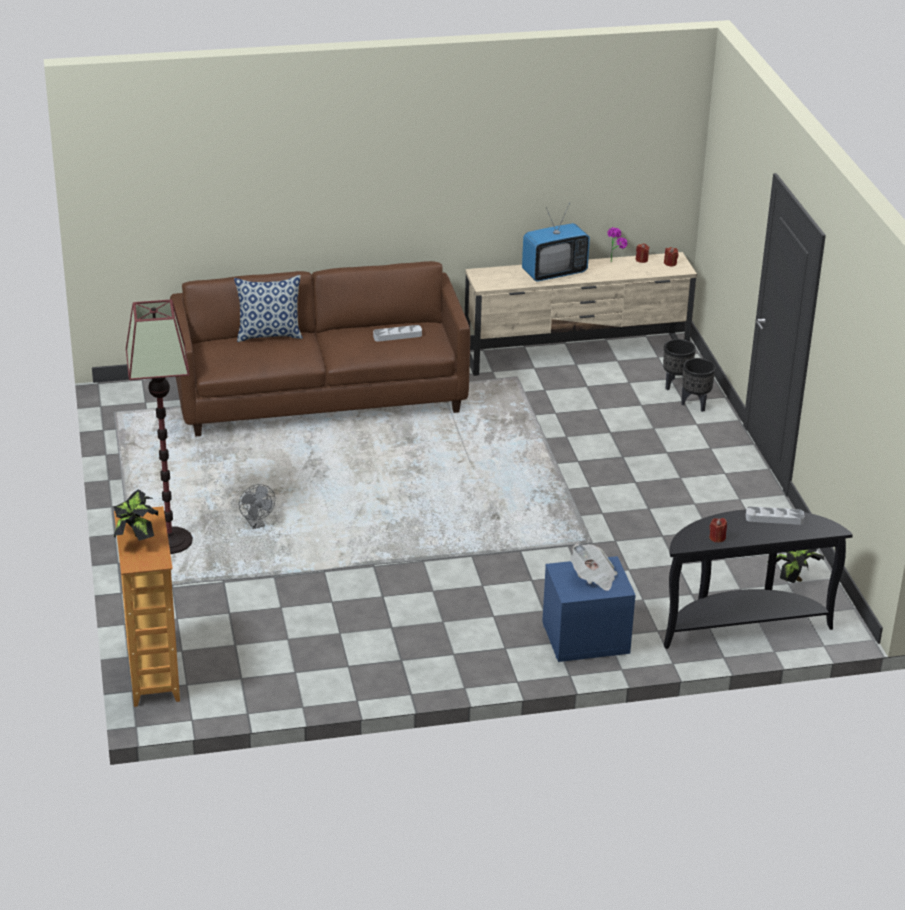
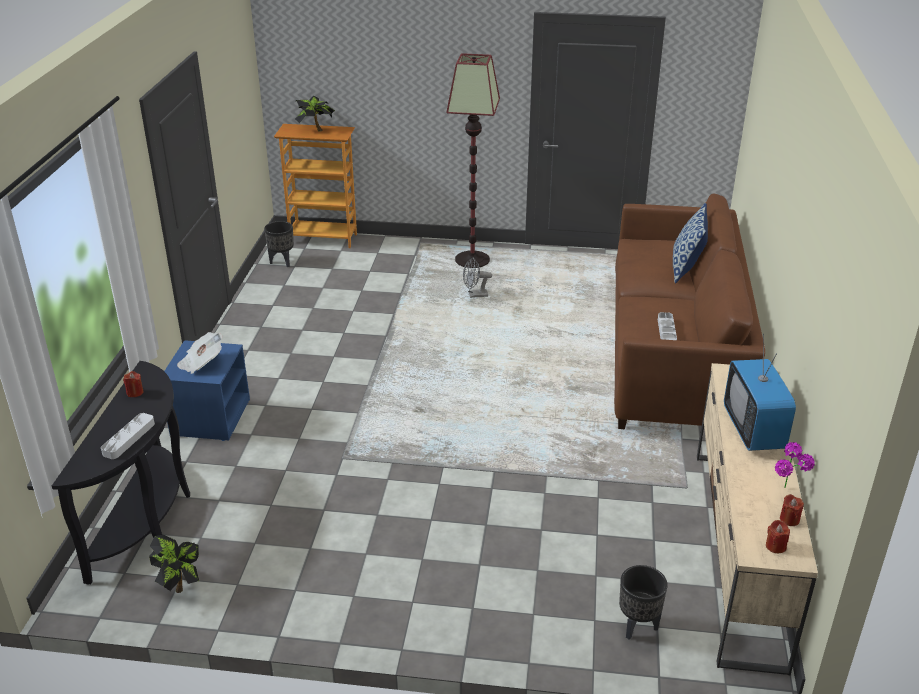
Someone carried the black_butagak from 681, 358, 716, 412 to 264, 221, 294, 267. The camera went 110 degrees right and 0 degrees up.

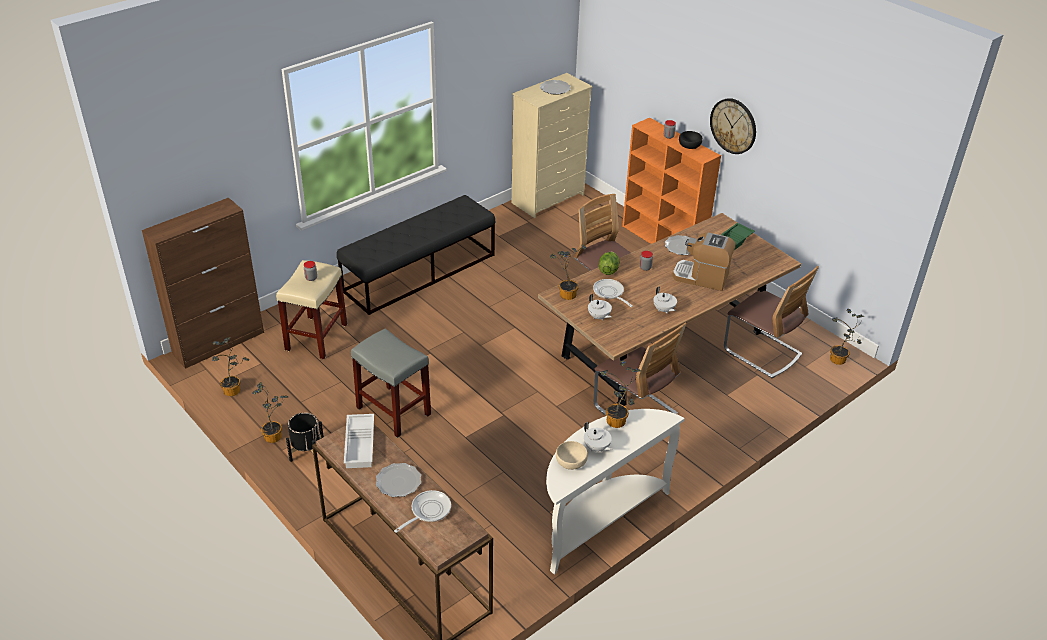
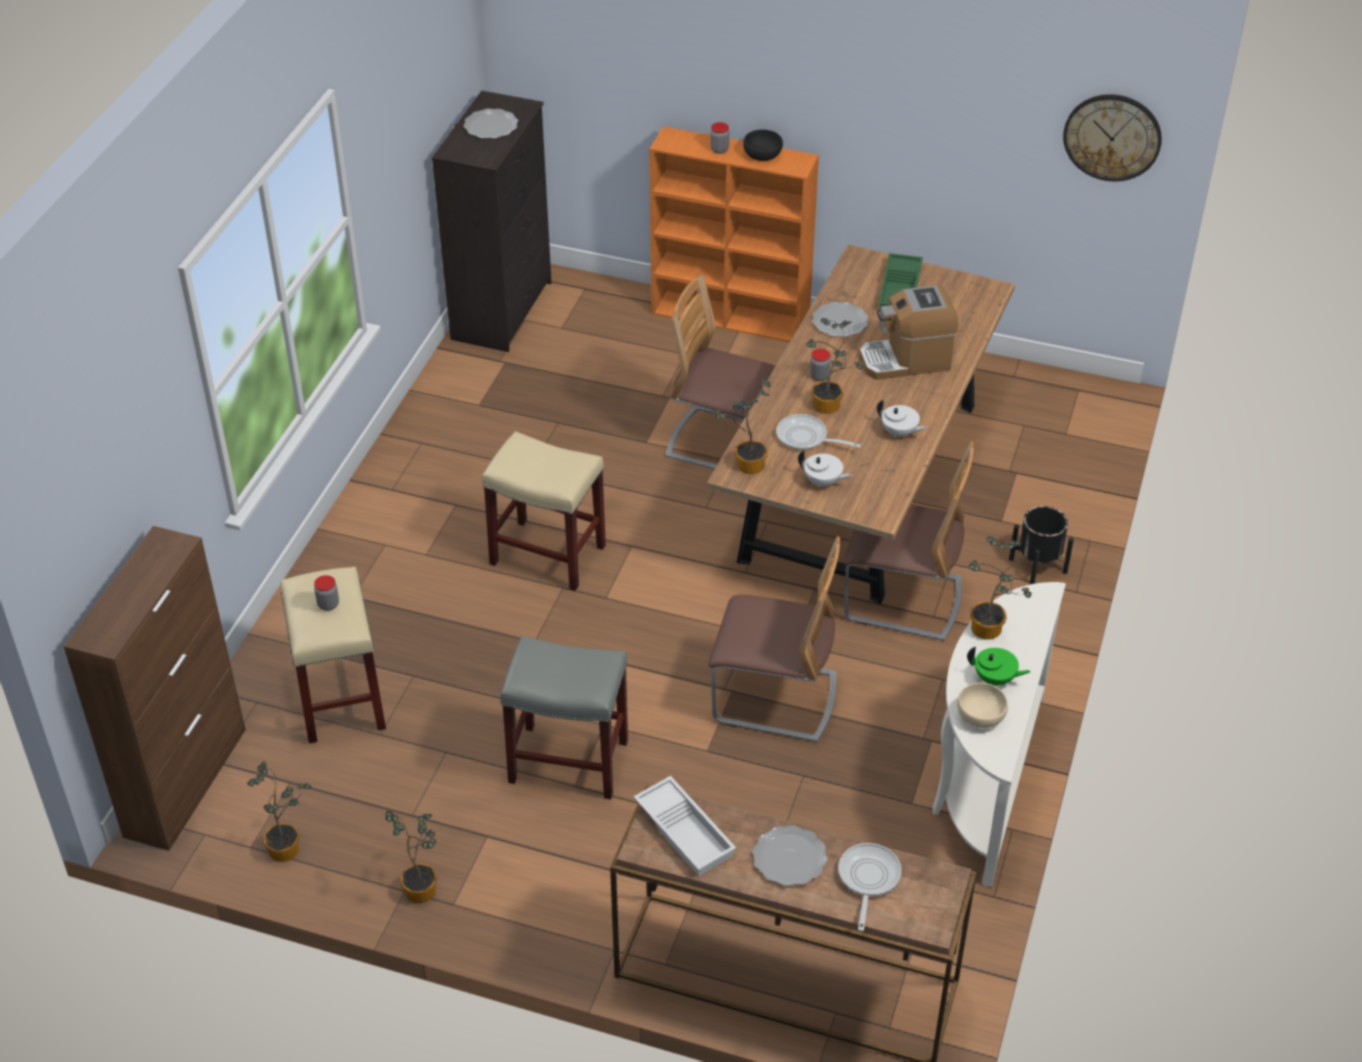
Someone repainted the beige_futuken at 512, 73, 592, 218, which became the black_futuken at 432, 90, 552, 352. Someone carried the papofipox from 710, 98, 756, 154 to 1063, 94, 1162, 181. Someone took away the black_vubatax at 337, 195, 495, 315. Someone took away the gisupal at 599, 252, 619, 275. Someone carried the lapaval from 724, 266, 819, 378 to 708, 536, 840, 742. Someone carried the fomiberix from 830, 309, 865, 365 to 806, 318, 864, 414. Someone carried the black_butagak from 286, 413, 324, 462 to 1009, 506, 1074, 584. Someone repainted the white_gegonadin at 584, 422, 613, 452, which became the green_gegonadin at 967, 647, 1031, 685. Someone put down the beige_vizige at 482, 431, 606, 592. The camera went 30 degrees left and 5 degrees up.

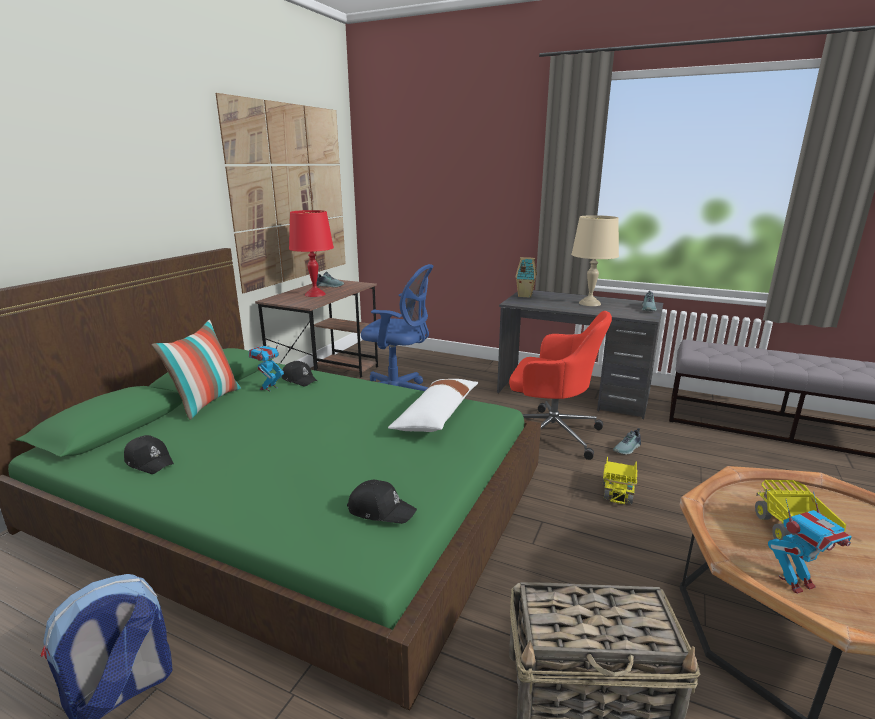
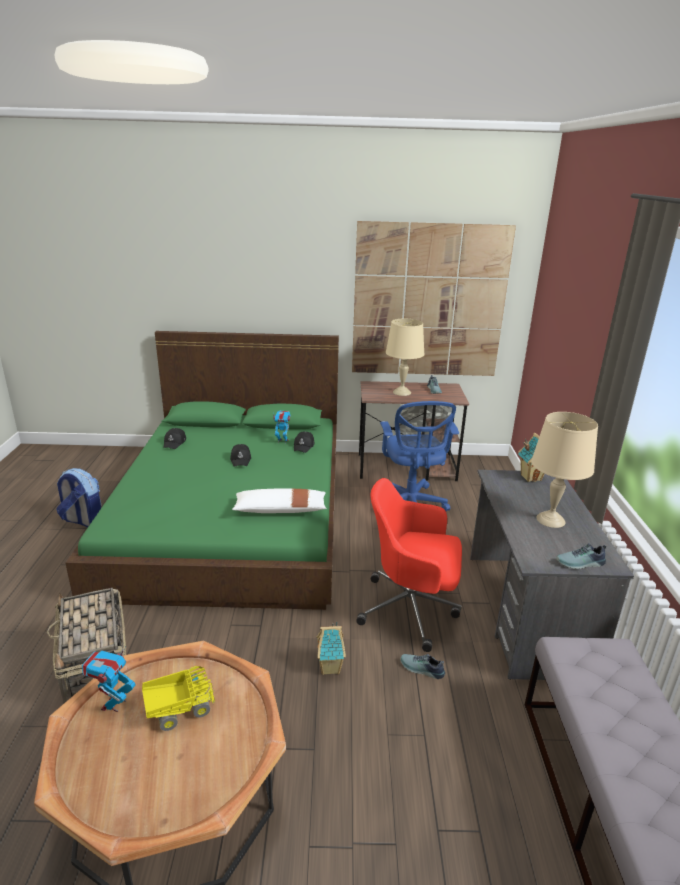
Someone repainted the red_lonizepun at 289, 210, 334, 297, which became the beige_lonizepun at 386, 319, 425, 396. Someone rotated the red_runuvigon at 509, 311, 612, 460 by 105 degrees clockwise. Someone took away the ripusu at 151, 320, 241, 420. Someone swapped the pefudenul at 603, 457, 637, 504 for the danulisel at 316, 621, 346, 675. Someone carried the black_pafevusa from 347, 480, 417, 524 to 230, 444, 251, 467. Someone rotated the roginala at 768, 491, 852, 594 by 60 degrees clockwise. The camera went 65 degrees right and 5 degrees up.

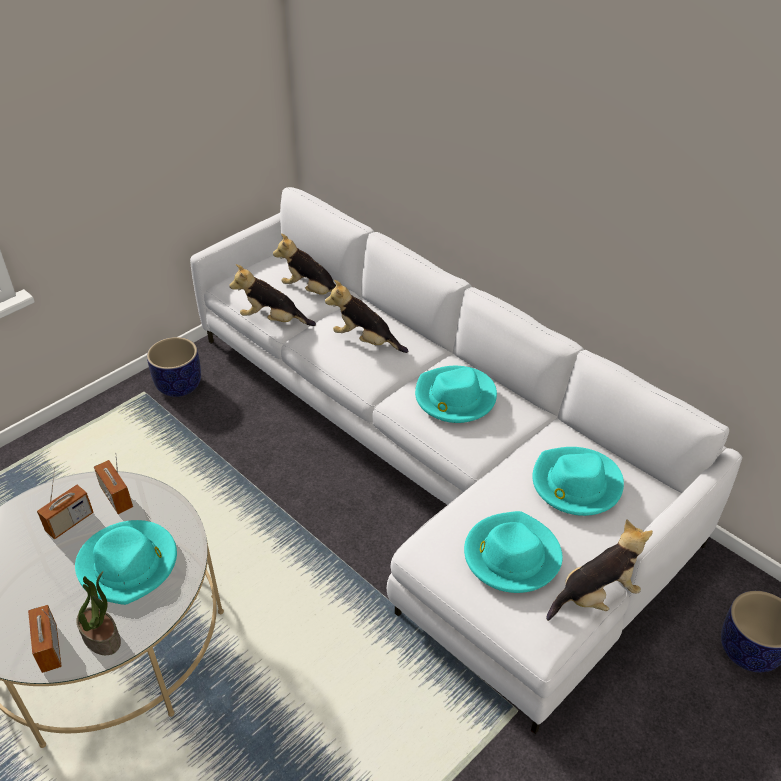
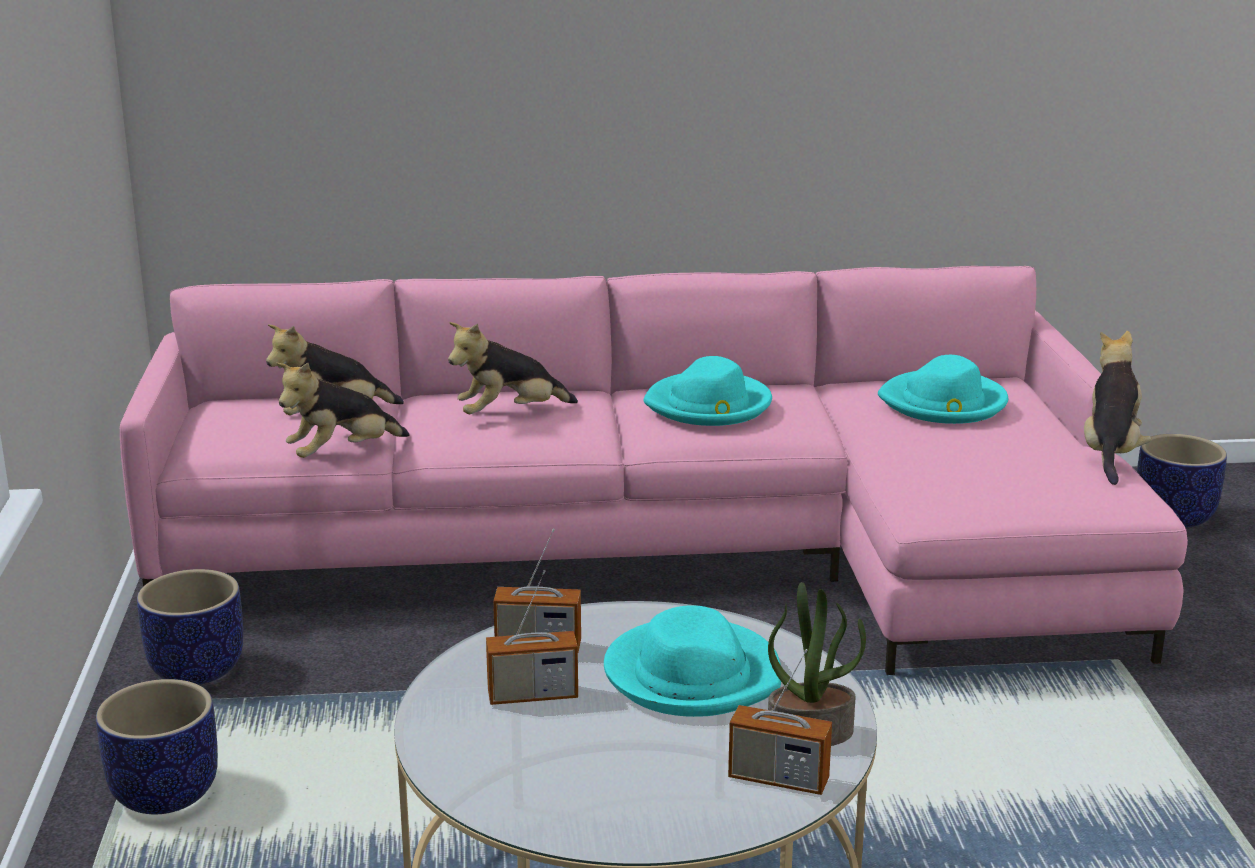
Someone repainted the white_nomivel at 190, 187, 742, 734, which became the pink_nomivel at 120, 266, 1188, 675. Someone rotated the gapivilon at 37, 467, 94, 540 by 90 degrees clockwise. Someone took away the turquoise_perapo at 464, 511, 563, 593. Someone put down the butagak at 96, 679, 218, 814. The camera went 50 degrees left and 20 degrees down.

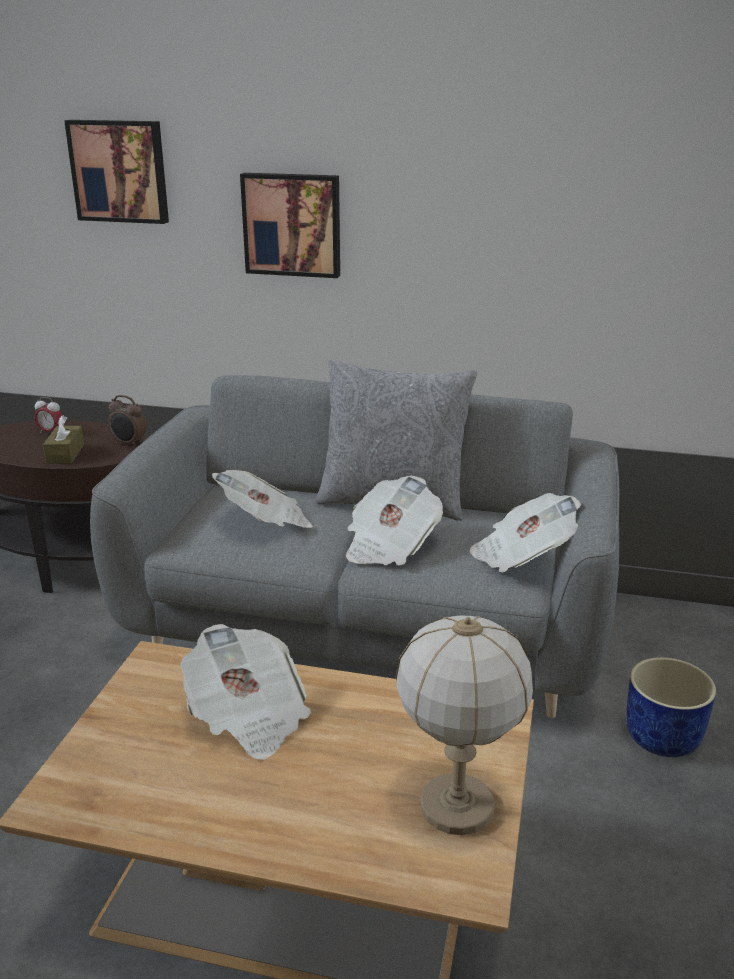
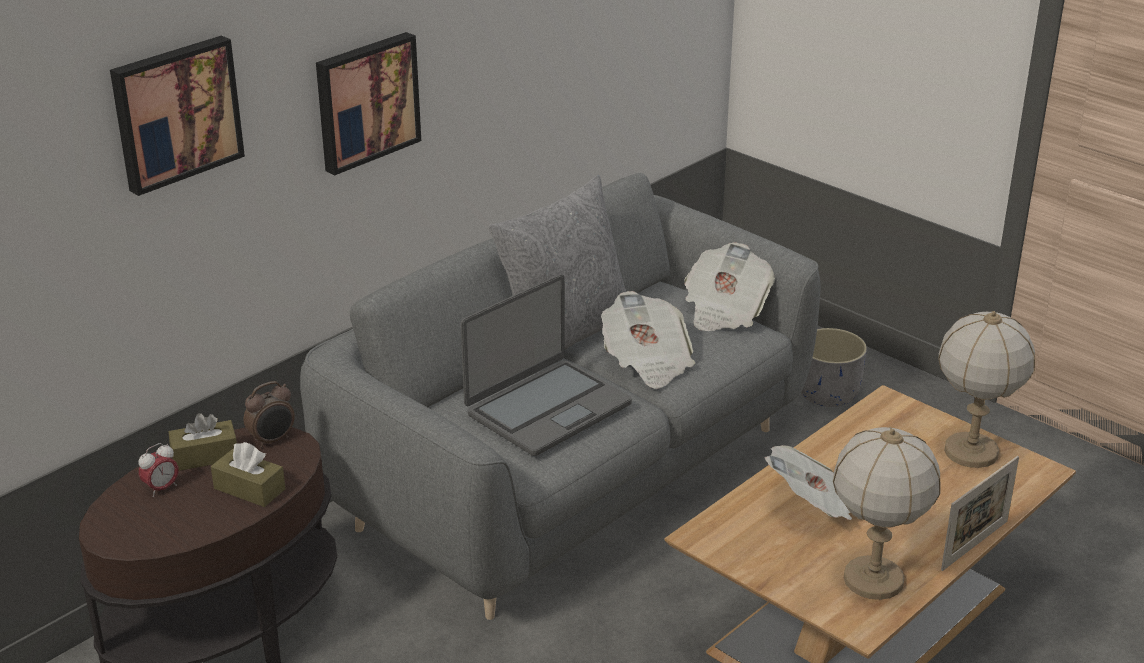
Someone swapped the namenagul at 212, 470, 313, 528 for the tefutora at 461, 274, 632, 456. Someone repainted the blue_butagak at 626, 657, 716, 757, which became the grey_butagak at 801, 328, 867, 407. Someone put down the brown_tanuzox at 169, 413, 237, 471. Someone put down the lonizepun at 833, 427, 941, 600. Someone put down the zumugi at 941, 456, 1019, 571. The camera went 60 degrees left and 5 degrees up.

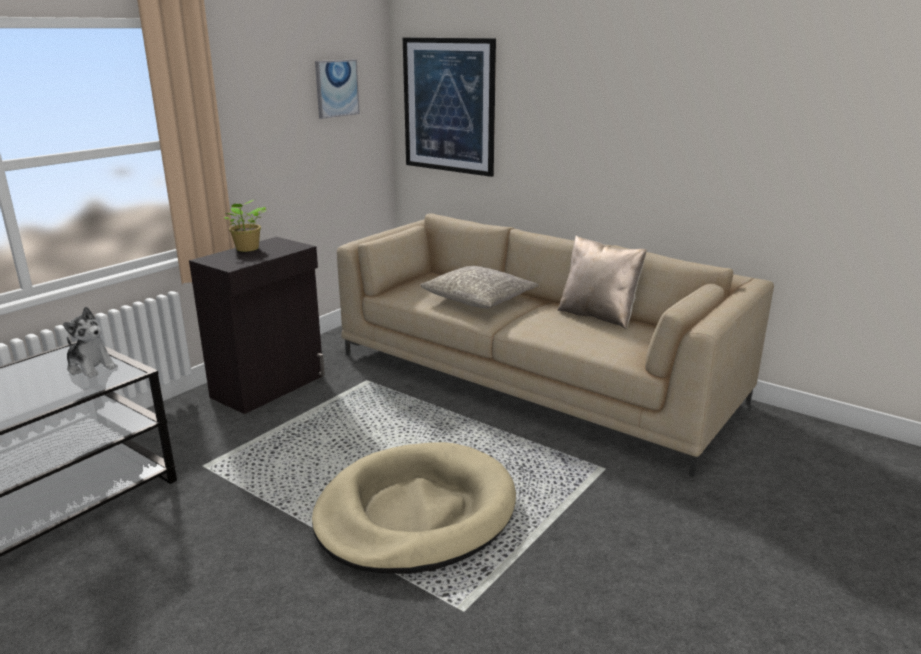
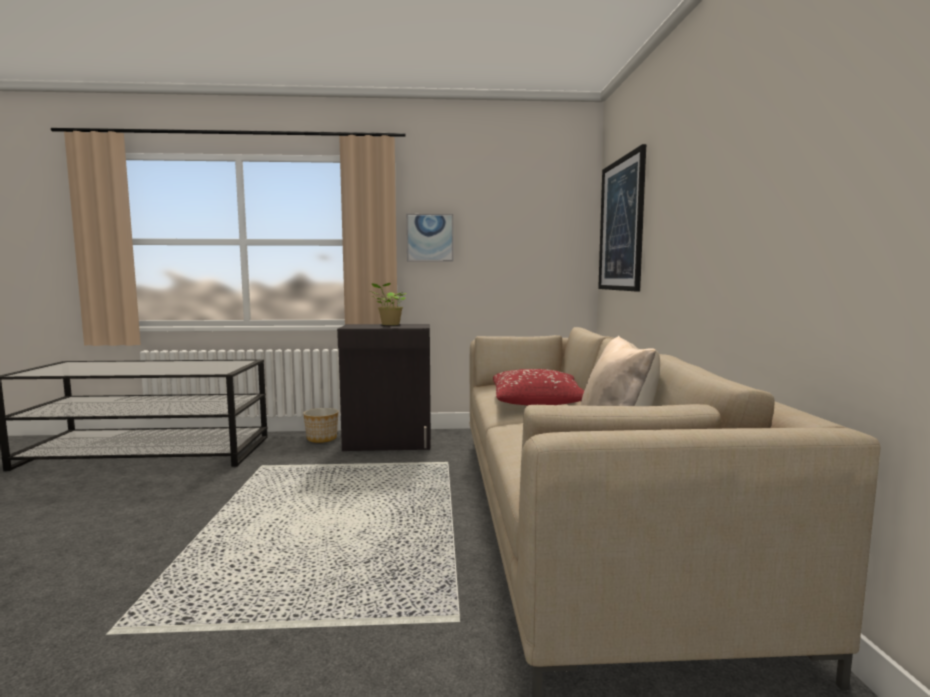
Someone carried the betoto from 315, 59, 360, 119 to 406, 214, 454, 262. Someone repainted the grey_ripusu at 421, 266, 539, 308, which became the red_ripusu at 493, 369, 584, 405. Someone took away the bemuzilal at 63, 307, 118, 378. Someone took away the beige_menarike at 312, 442, 516, 574. Someone put down the butagak at 303, 408, 338, 443. The camera went 50 degrees right and 15 degrees down.

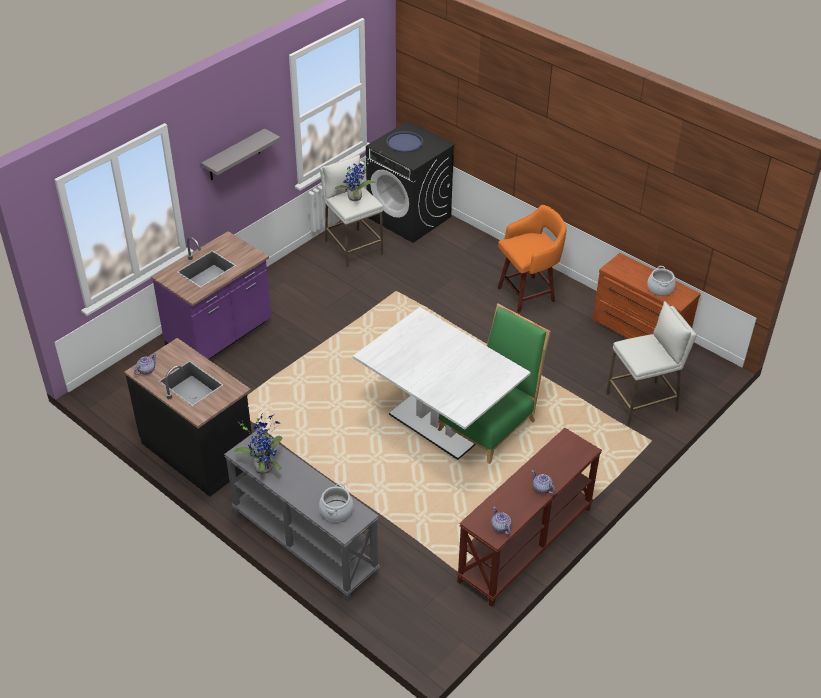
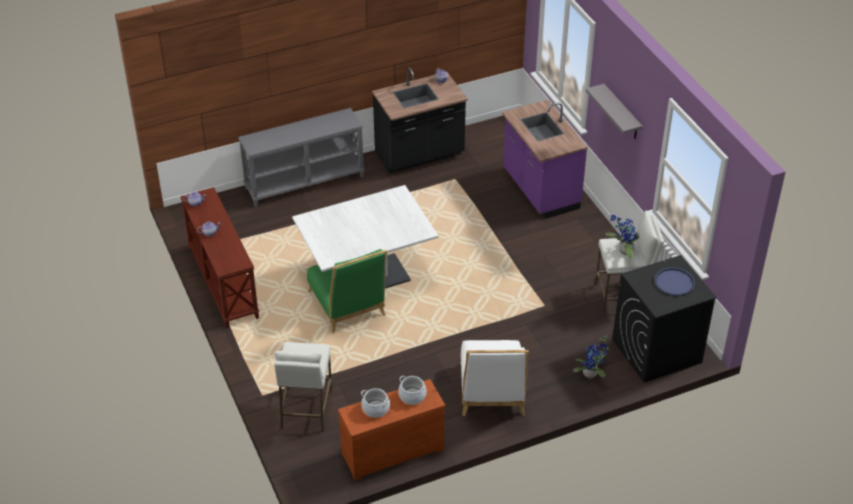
Someone swapped the orange_vizige at 498, 205, 567, 313 for the white_lapaval at 461, 340, 529, 416. Someone carried the fomiberix from 234, 414, 282, 474 to 573, 334, 609, 379. Someone carried the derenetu from 319, 483, 353, 522 to 398, 376, 427, 405. The camera went 115 degrees right and 0 degrees up.

